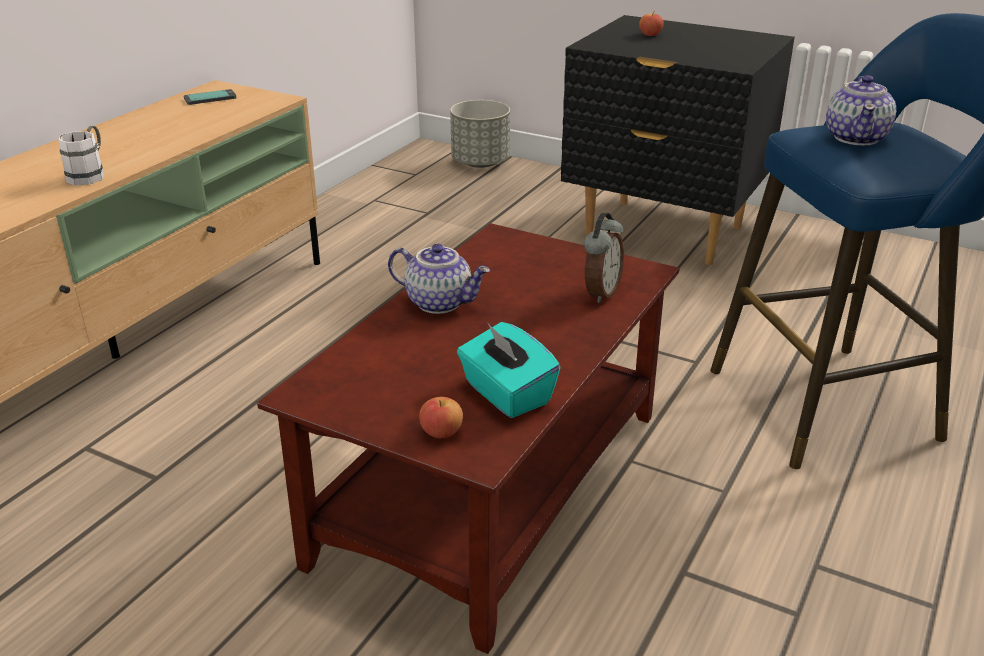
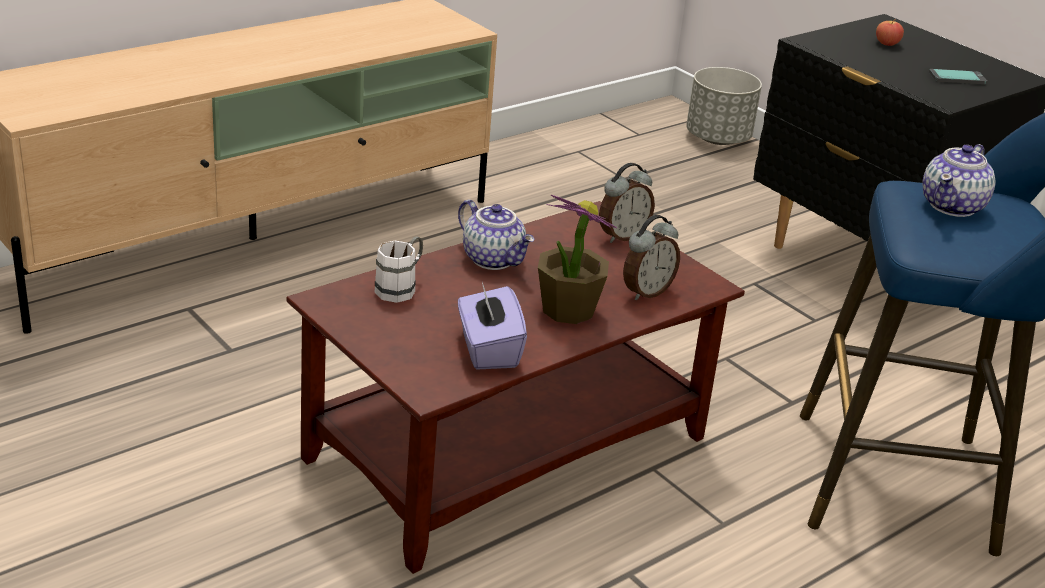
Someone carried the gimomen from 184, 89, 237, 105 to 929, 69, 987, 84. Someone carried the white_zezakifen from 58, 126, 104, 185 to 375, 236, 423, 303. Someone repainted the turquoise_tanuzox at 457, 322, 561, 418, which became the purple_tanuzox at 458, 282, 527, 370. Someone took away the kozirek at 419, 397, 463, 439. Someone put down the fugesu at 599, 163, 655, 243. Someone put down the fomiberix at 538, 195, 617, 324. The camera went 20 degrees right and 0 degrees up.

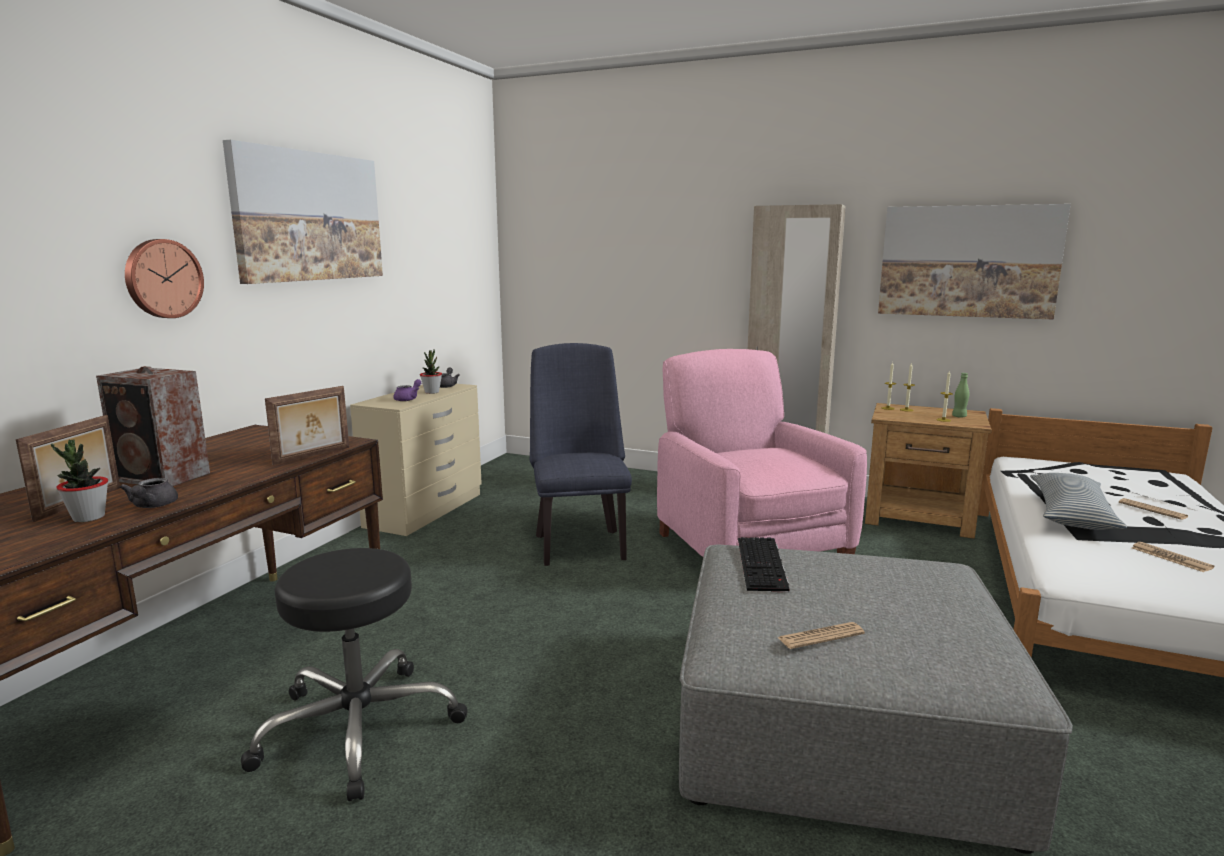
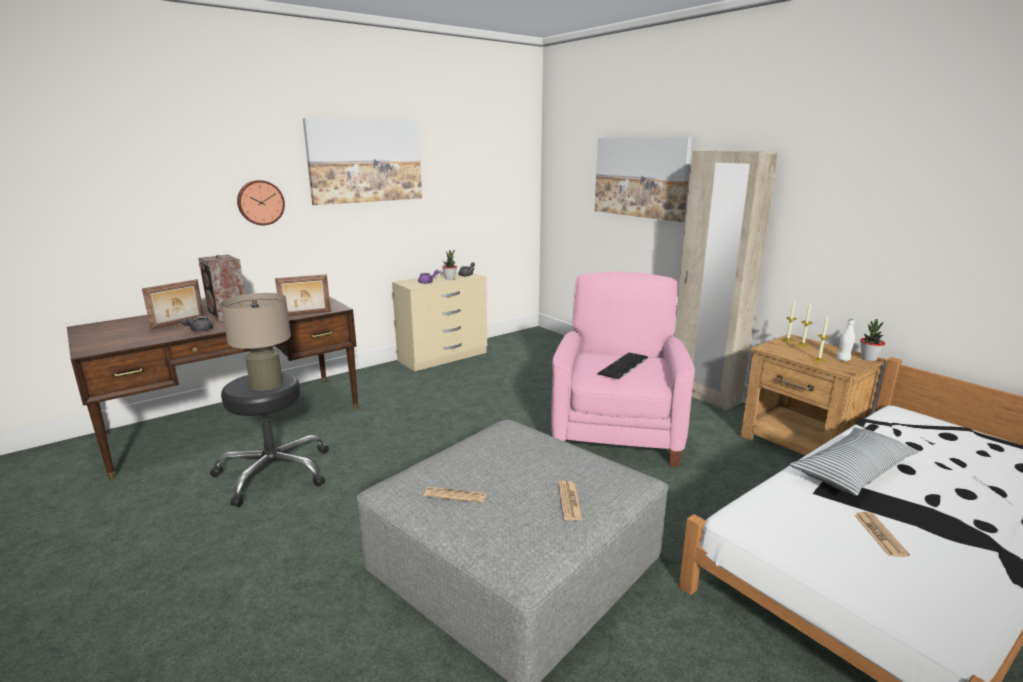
Someone carried the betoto from 878, 204, 1071, 320 to 595, 137, 693, 222. Someone took away the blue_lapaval at 530, 343, 632, 566. Someone repainted the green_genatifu at 952, 373, 969, 417, which became the white_genatifu at 836, 319, 855, 361. Someone carried the fomiberix from 51, 440, 108, 522 to 860, 319, 885, 361. Someone carried the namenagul from 1119, 498, 1188, 520 to 558, 481, 583, 521. Someone carried the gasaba from 738, 537, 790, 593 to 598, 352, 648, 380. Someone put down the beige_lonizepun at 221, 293, 291, 391. The camera went 30 degrees right and 5 degrees up.

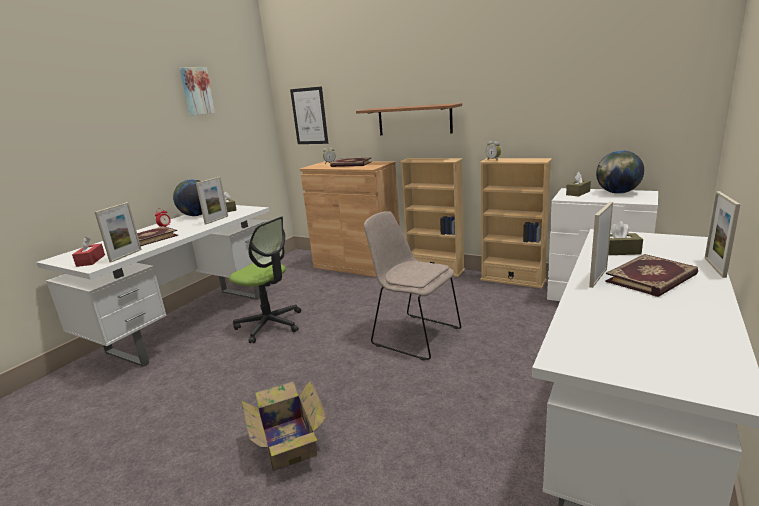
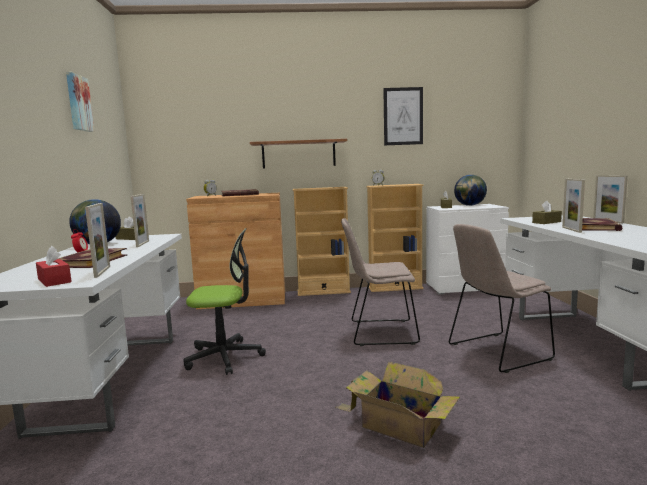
Someone carried the betoto from 290, 86, 328, 144 to 383, 87, 423, 145. Someone put down the beige_lapaval at 449, 224, 555, 373. The camera went 35 degrees left and 10 degrees down.

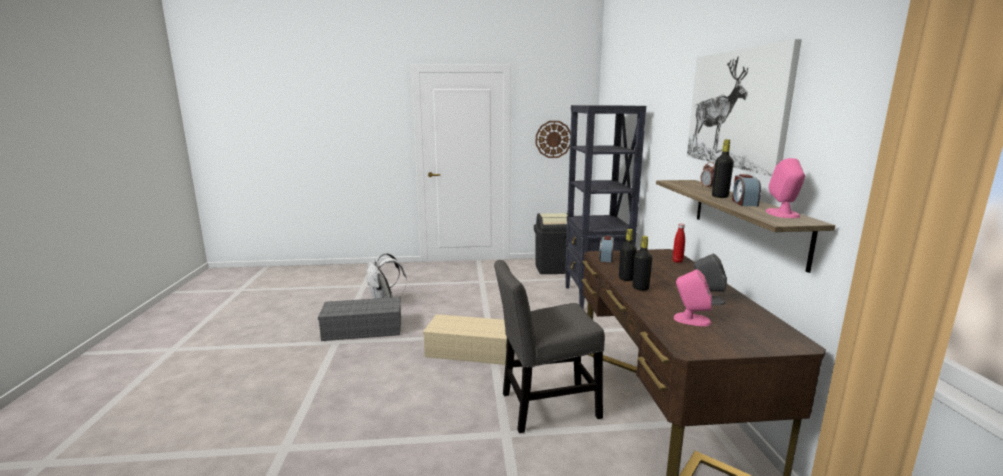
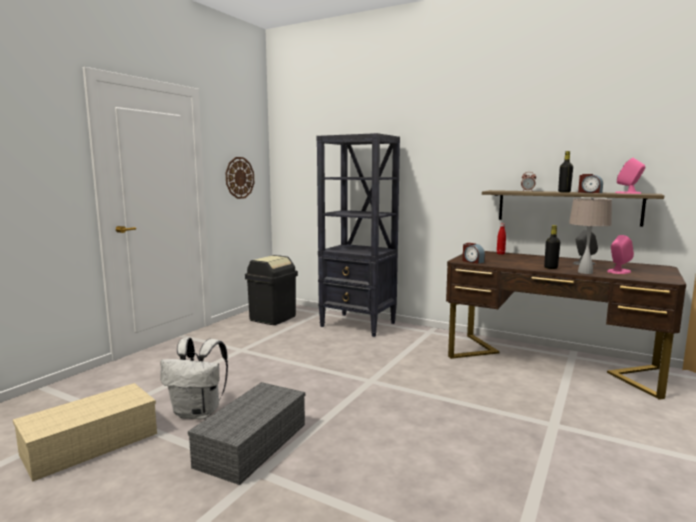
Someone took away the betoto at 687, 39, 802, 177. Someone took away the black_genatifu at 619, 229, 637, 281. Someone took away the grey_lapaval at 494, 260, 605, 433. Someone carried the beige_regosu from 423, 314, 507, 365 to 13, 383, 157, 482. Someone put down the beige_lonizepun at 569, 197, 612, 274. The camera went 55 degrees left and 5 degrees down.

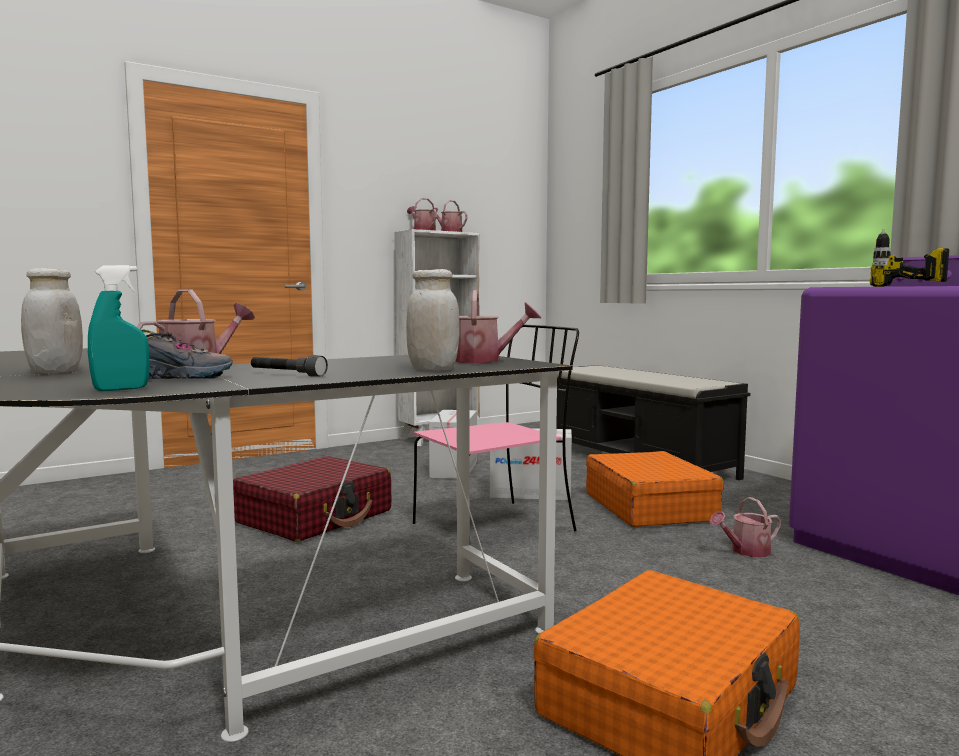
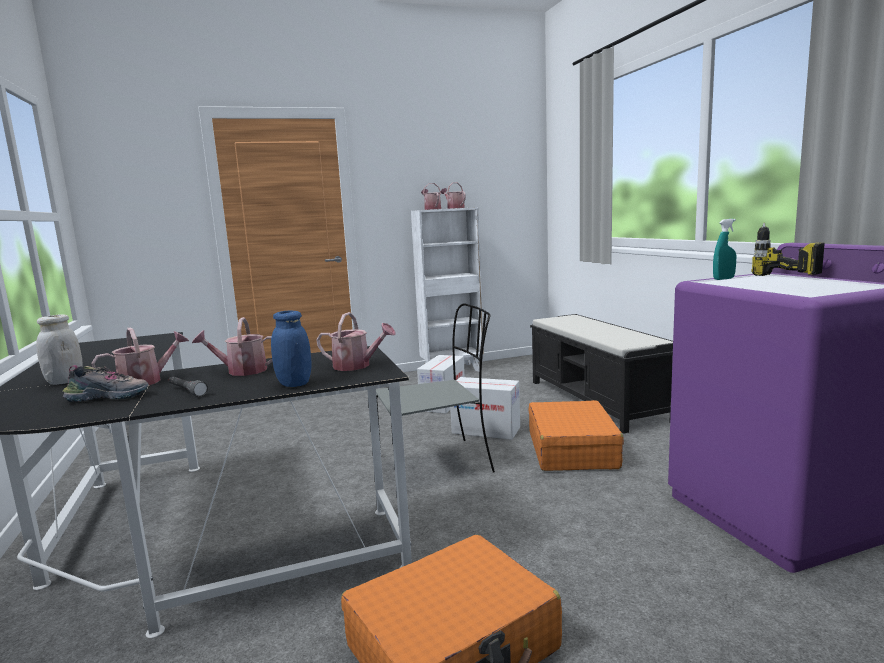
Someone carried the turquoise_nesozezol from 88, 265, 149, 391 to 713, 219, 736, 280. Someone repainted the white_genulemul at 406, 269, 459, 371, which became the blue_genulemul at 271, 310, 312, 387. Someone repainted the pink_lapaval at 413, 325, 579, 531, which became the grey_lapaval at 376, 303, 495, 472. Someone took away the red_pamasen at 233, 456, 391, 542. Someone carried the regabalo from 709, 497, 781, 557 to 192, 317, 273, 376. The camera went 15 degrees right and 5 degrees up.

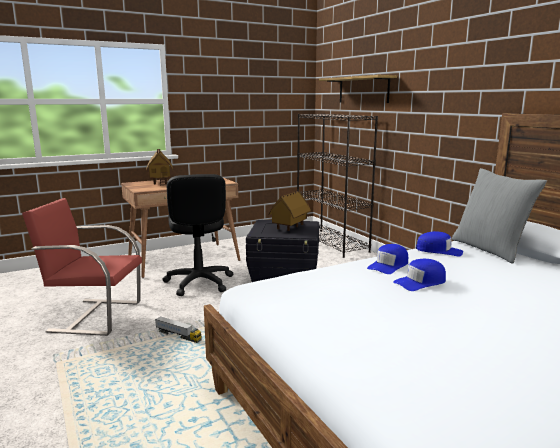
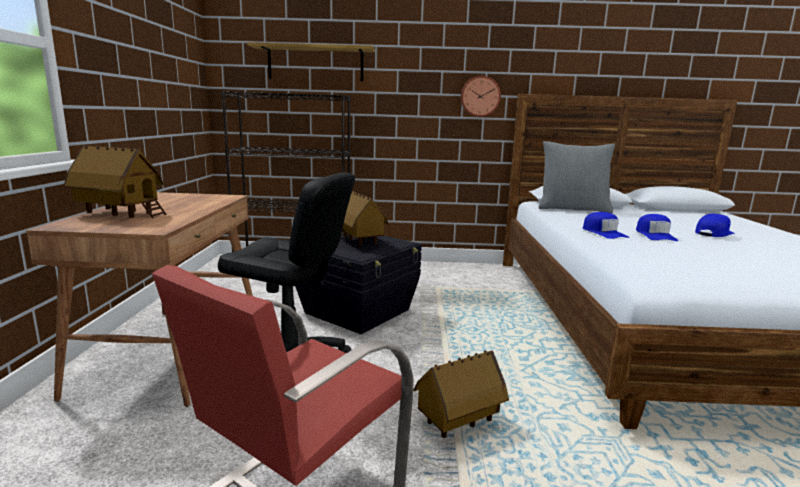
Someone carried the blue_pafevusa from 416, 231, 463, 257 to 695, 214, 735, 237. Someone swapped the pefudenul at 155, 316, 202, 343 for the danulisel at 413, 350, 509, 438. Someone put up the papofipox at 461, 76, 501, 117. The camera went 60 degrees left and 0 degrees up.

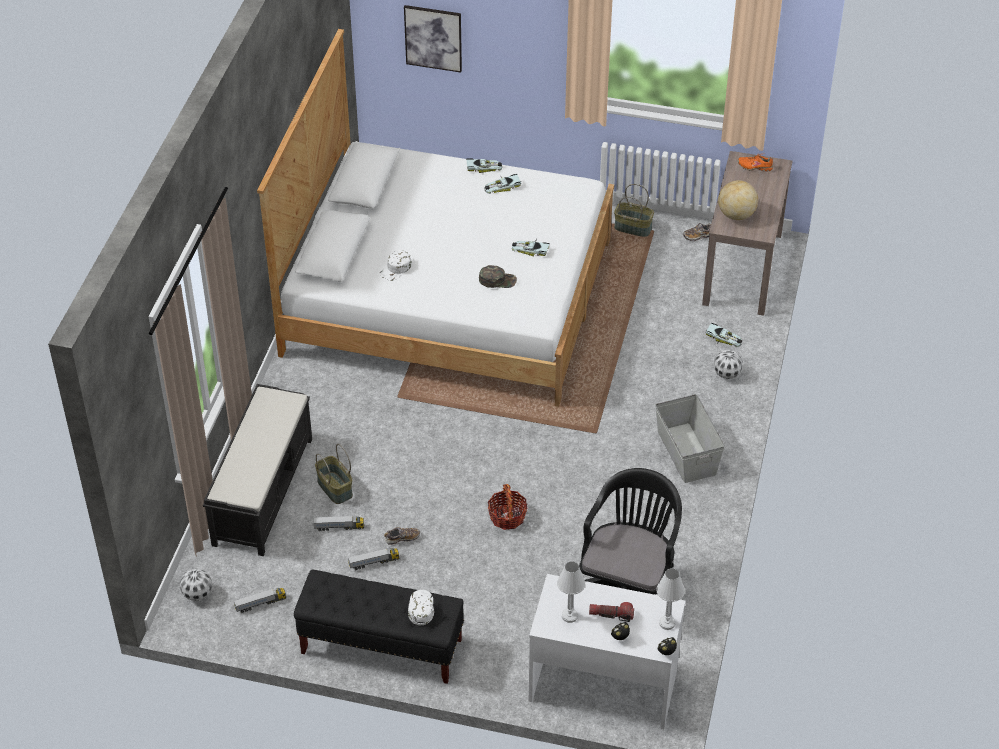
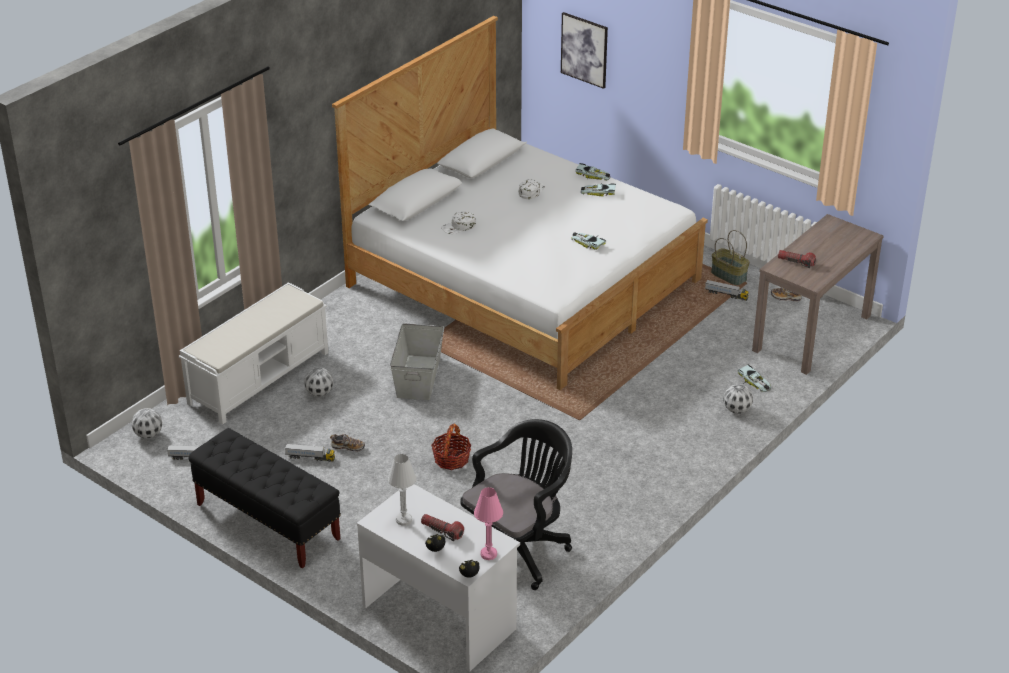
Someone took away the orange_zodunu at 738, 154, 773, 171. Someone swapped the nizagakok at 718, 180, 758, 220 for the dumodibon at 778, 250, 816, 268. Someone took away the green_pafevusa at 479, 265, 517, 288. Someone repainted the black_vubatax at 203, 384, 312, 556, which became the white_vubatax at 179, 282, 328, 424. Someone carried the grey_regosu from 655, 394, 725, 483 to 390, 323, 444, 400. Someone swapped the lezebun at 315, 444, 353, 504 for the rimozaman at 304, 367, 333, 397. Someone carried the pefudenul from 313, 516, 364, 531 to 705, 280, 749, 301. Someone repainted the white_lonizepun at 656, 568, 685, 630, which became the pink_lonizepun at 474, 487, 503, 560. Someone carried the white_pafevusa from 408, 590, 434, 625 to 519, 179, 544, 199. The camera went 25 degrees right and 10 degrees down.

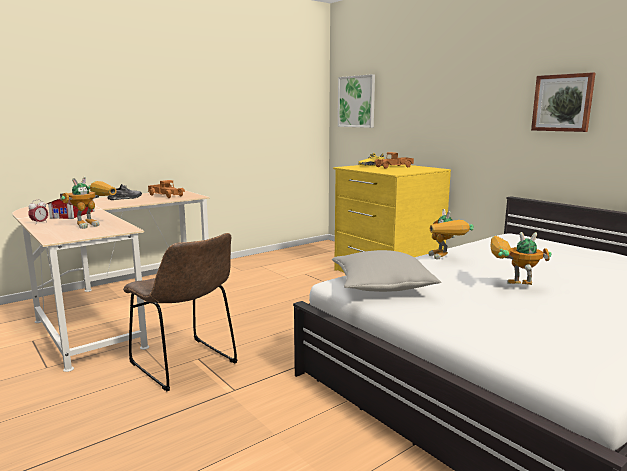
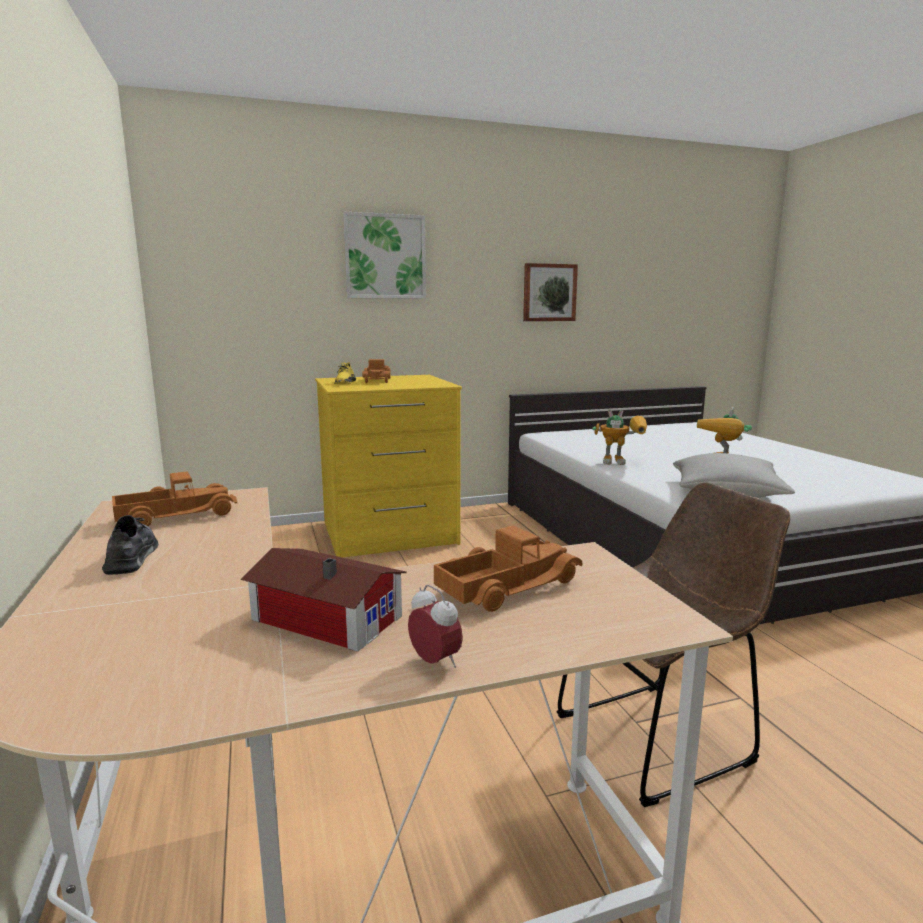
Someone carried the betoto from 338, 74, 375, 128 to 343, 212, 426, 299. Someone swapped the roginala at 61, 177, 117, 229 for the pefudenul at 434, 525, 582, 612. The camera went 70 degrees left and 0 degrees up.

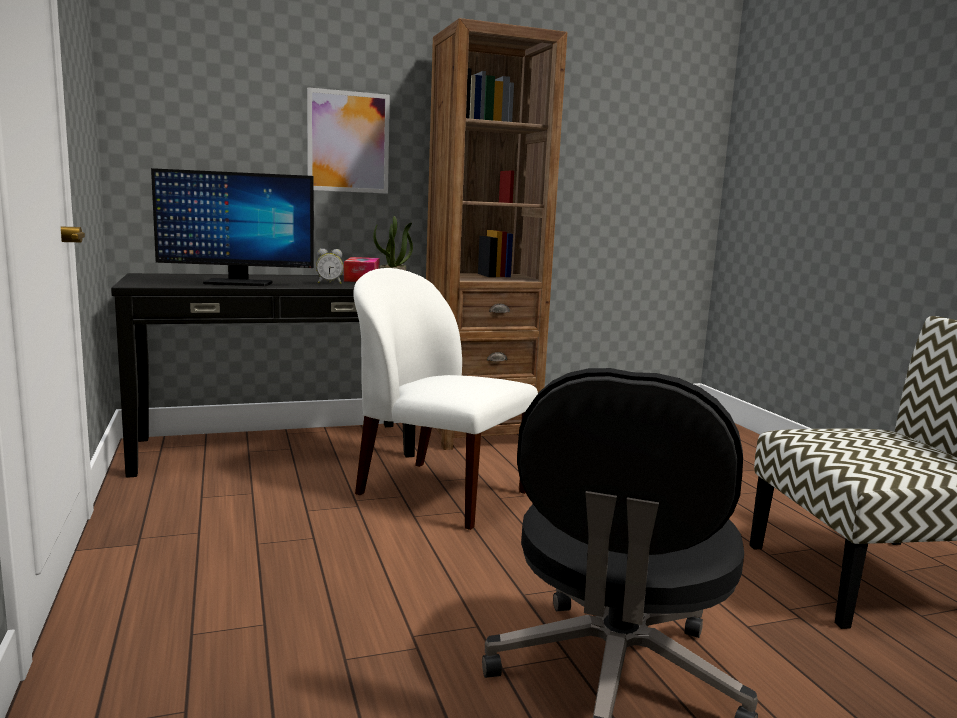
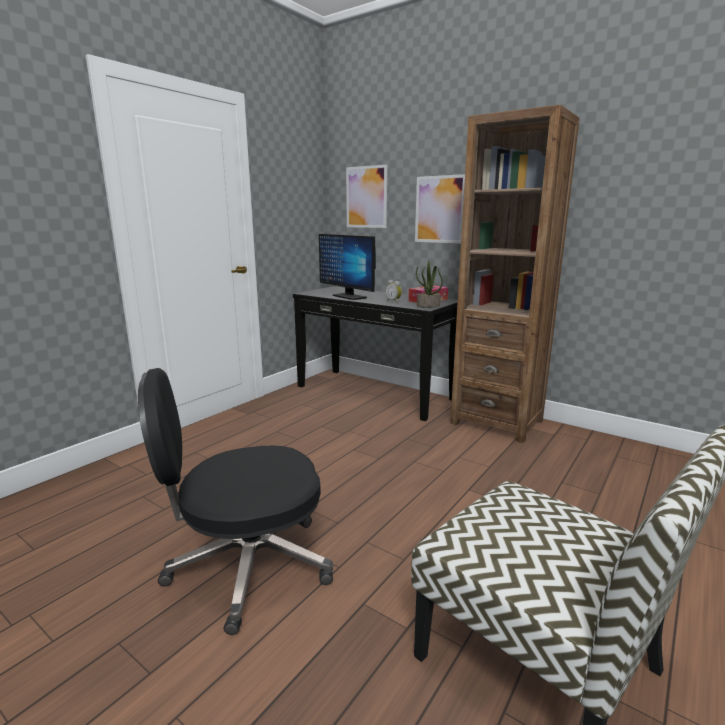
Someone took away the white_lapaval at 353, 268, 538, 530. Someone put up the betoto at 346, 165, 388, 228. The camera went 55 degrees right and 5 degrees up.

